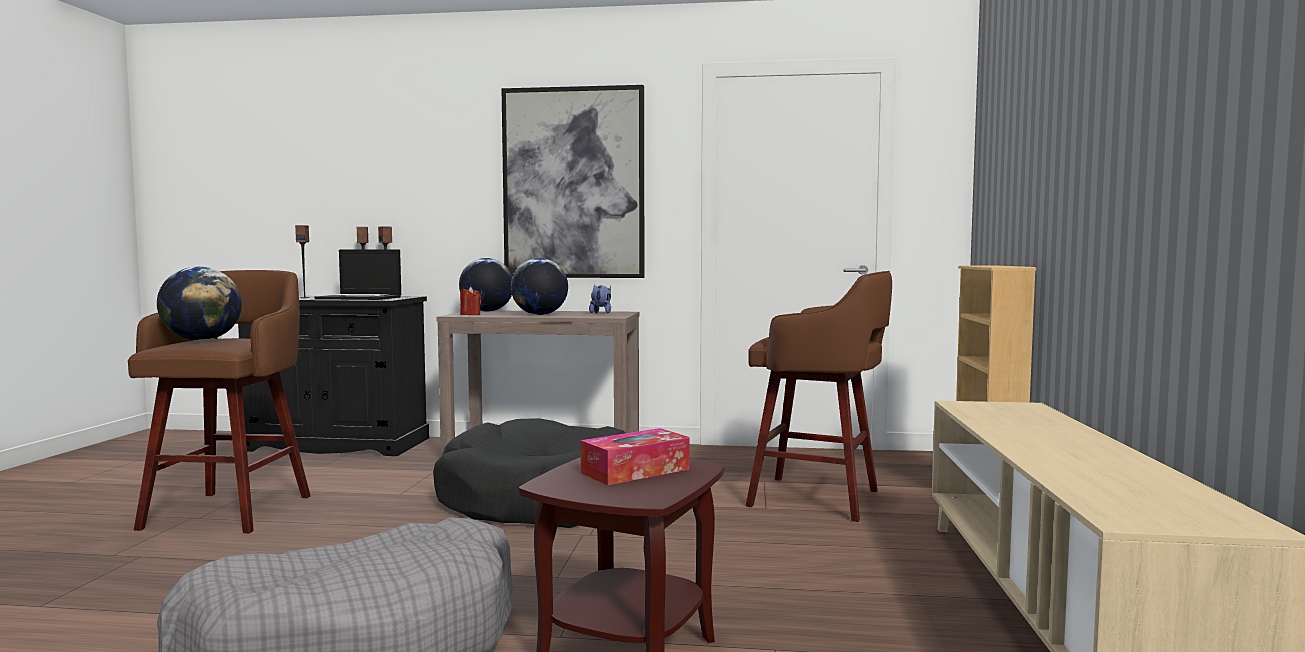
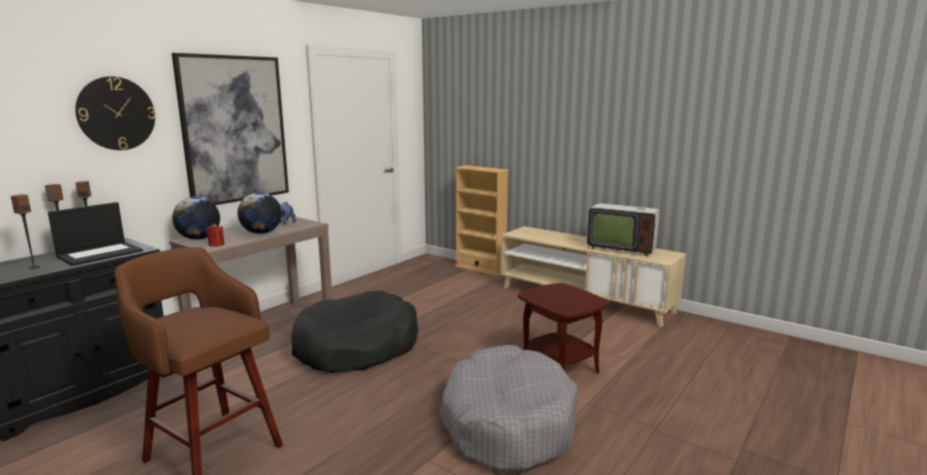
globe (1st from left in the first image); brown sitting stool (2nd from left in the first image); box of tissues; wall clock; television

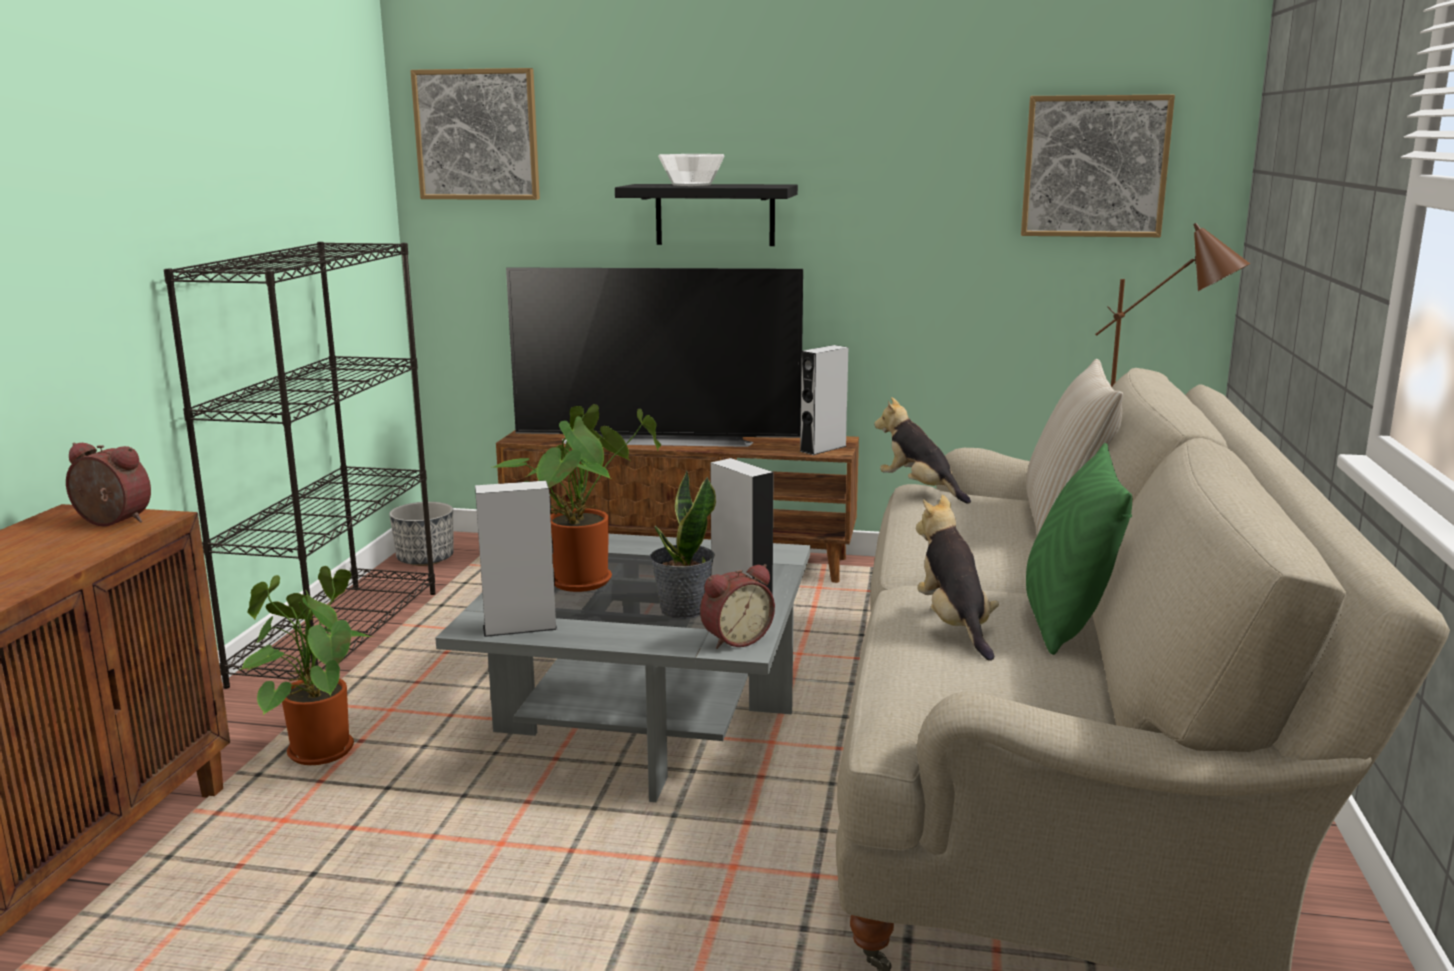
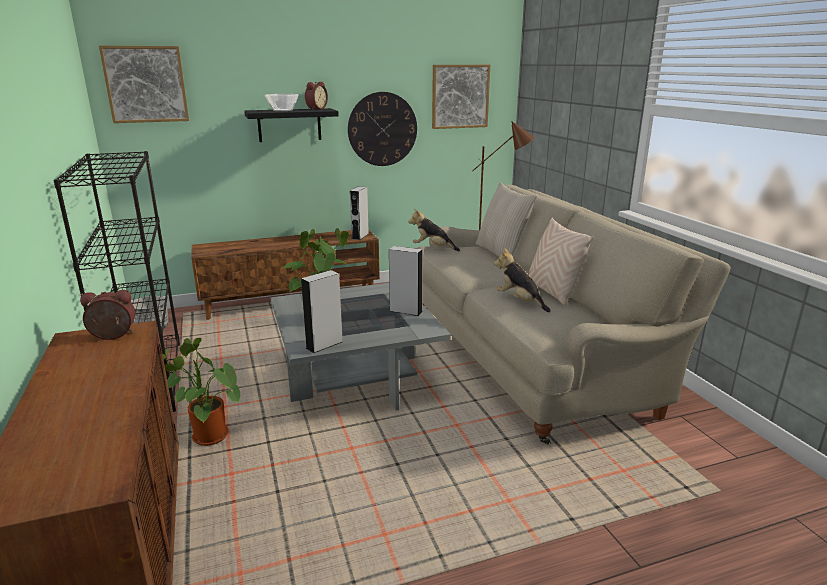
television; beige cushion (2nd from left); houseplant (3rd from left in the first image); table clock (2nd from left); wall clock

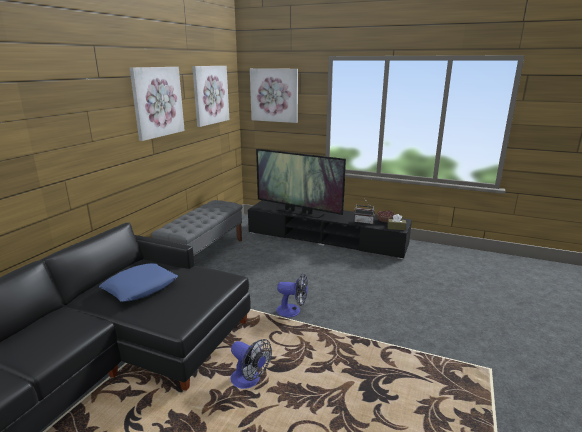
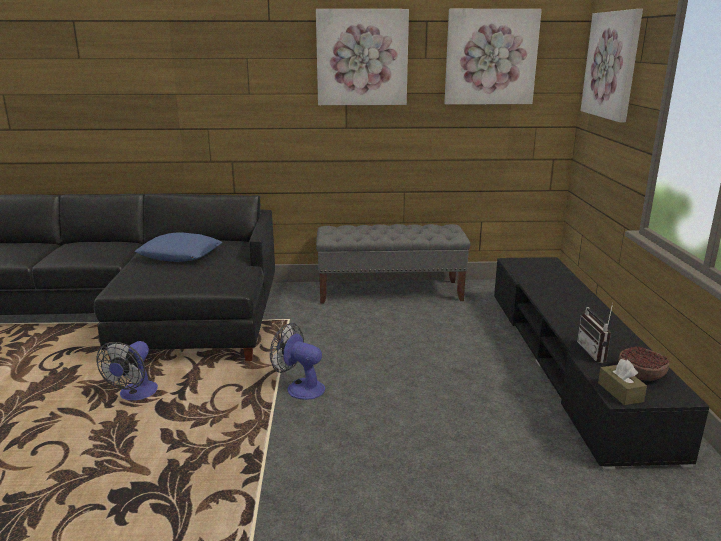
television; electric fan (2nd from left)

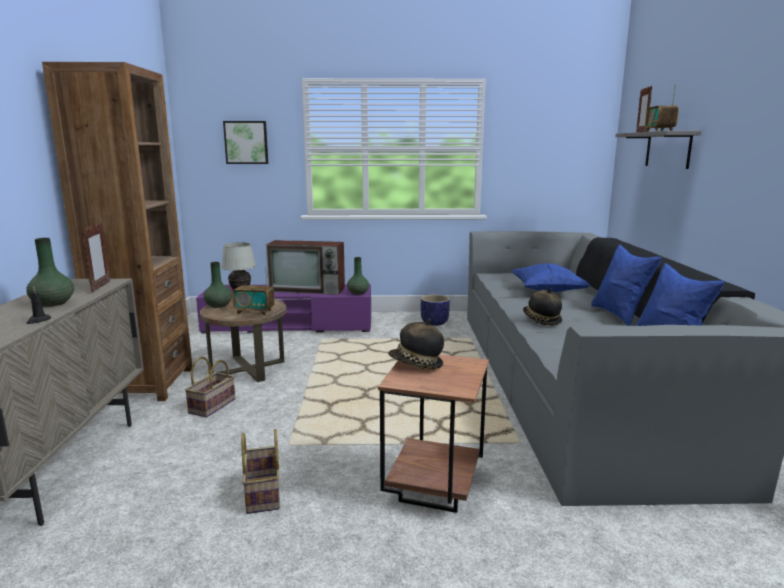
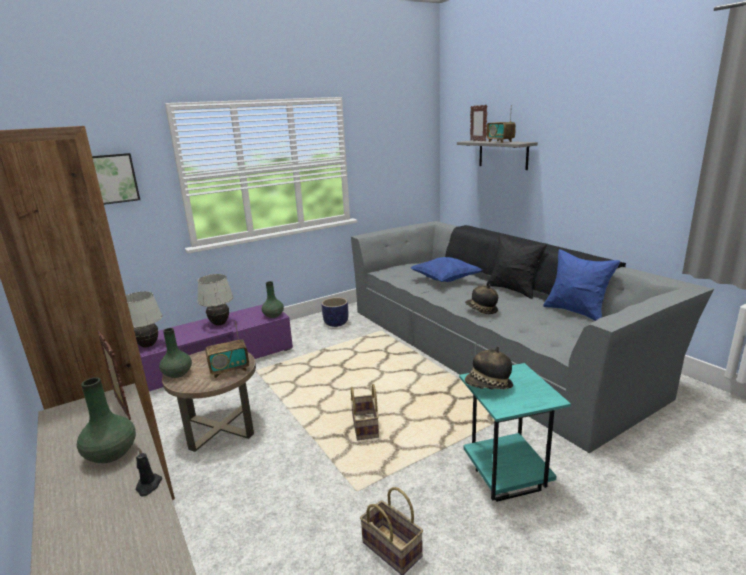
white table lamp (2nd from left); black cushion; turquoise accent table; storage basket (1st from left)

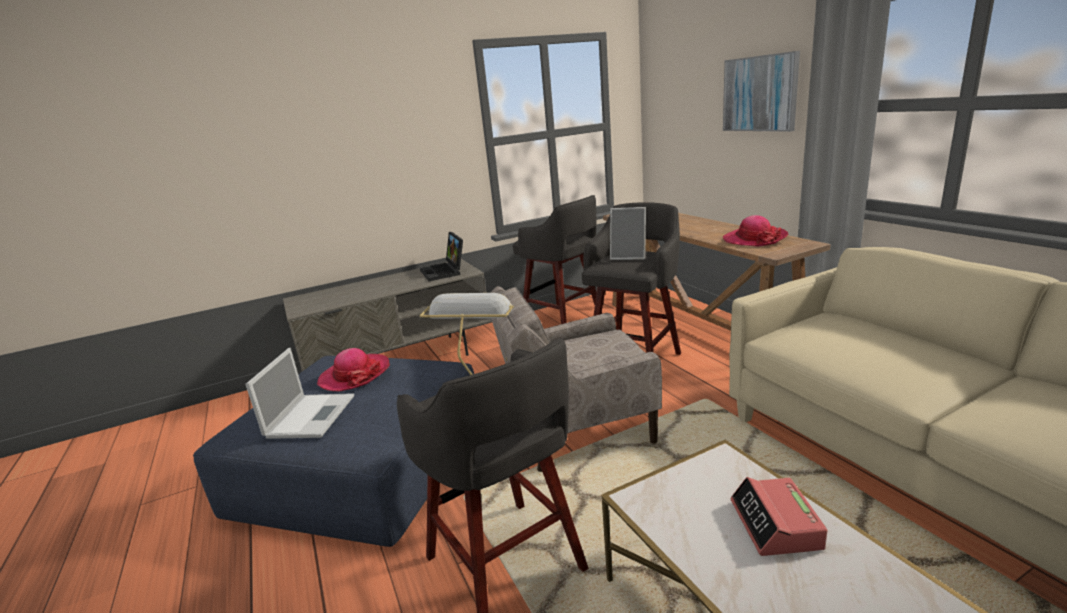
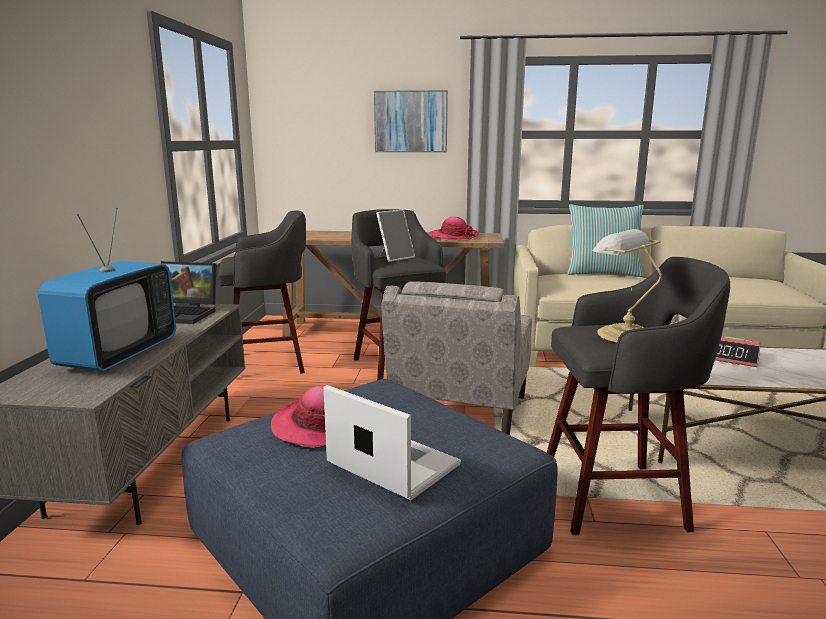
cushion; television

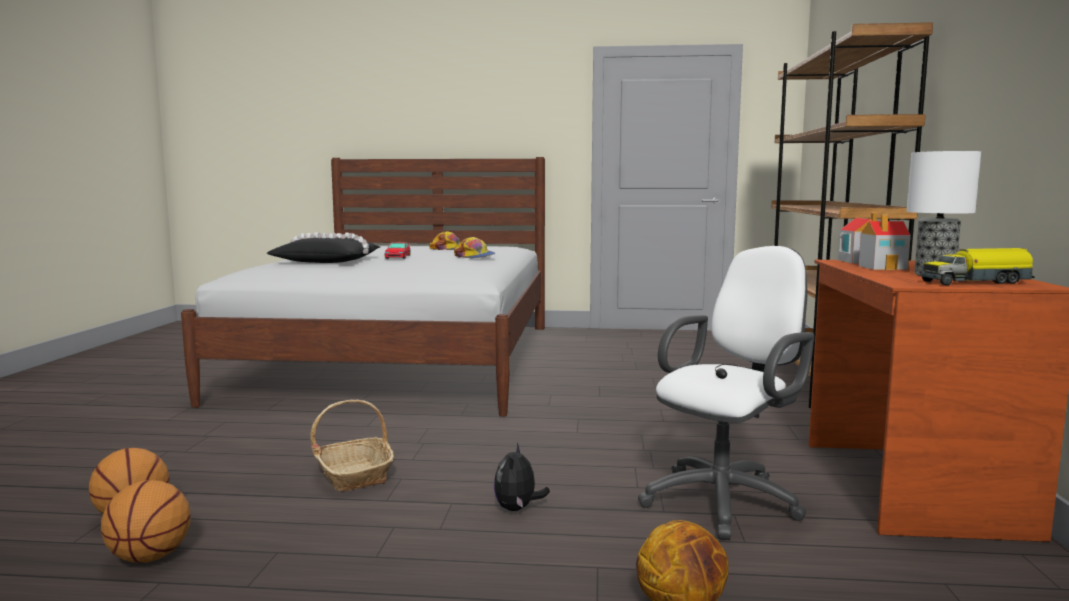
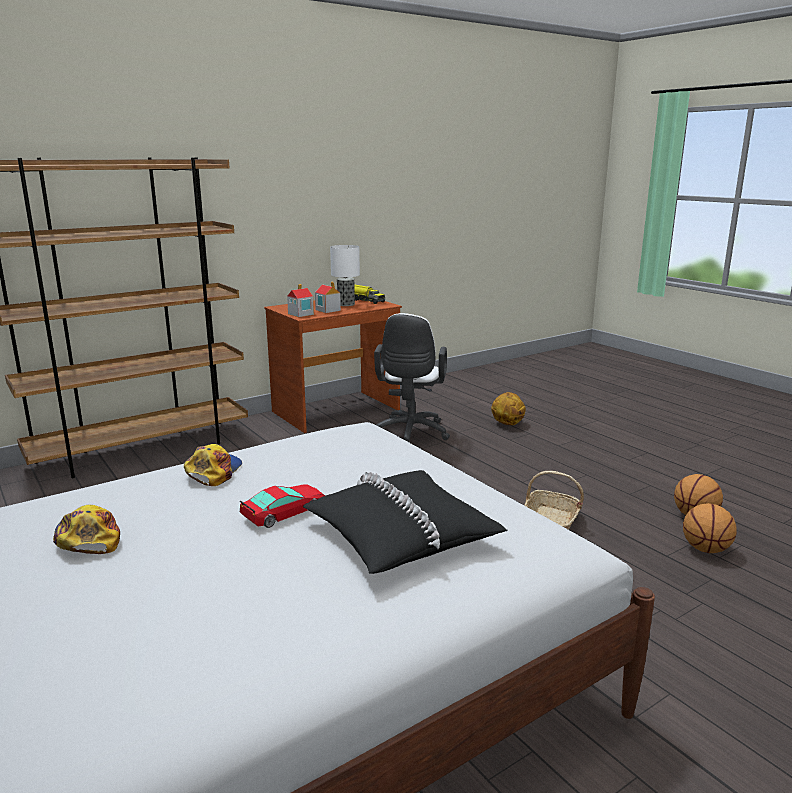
white computer chair; plush toy

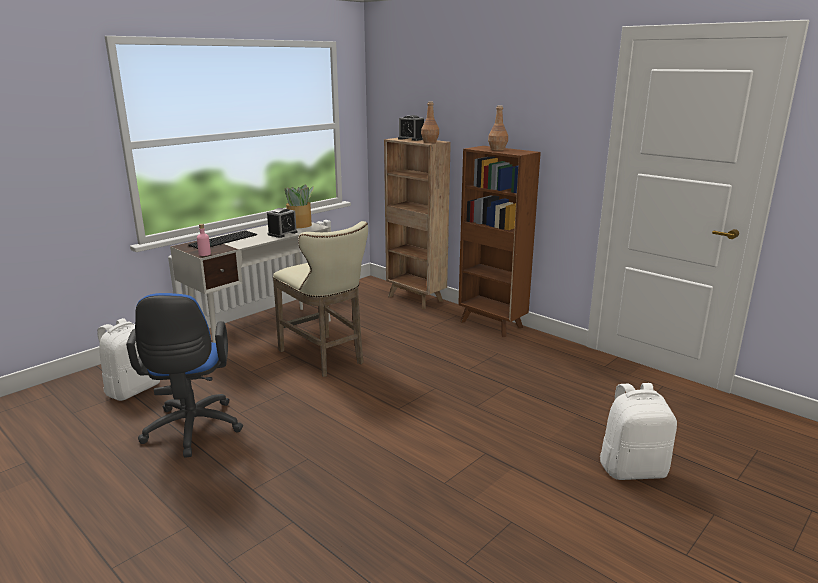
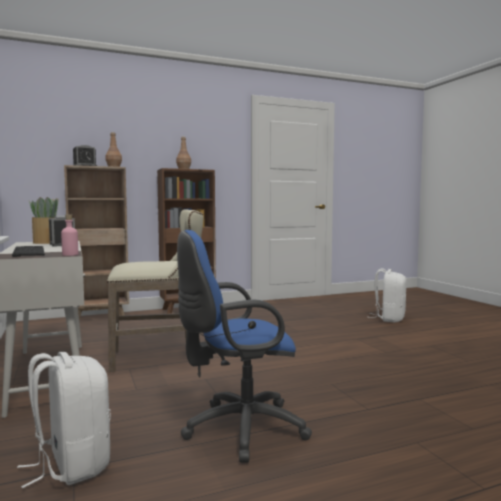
blue-coloured computer chair

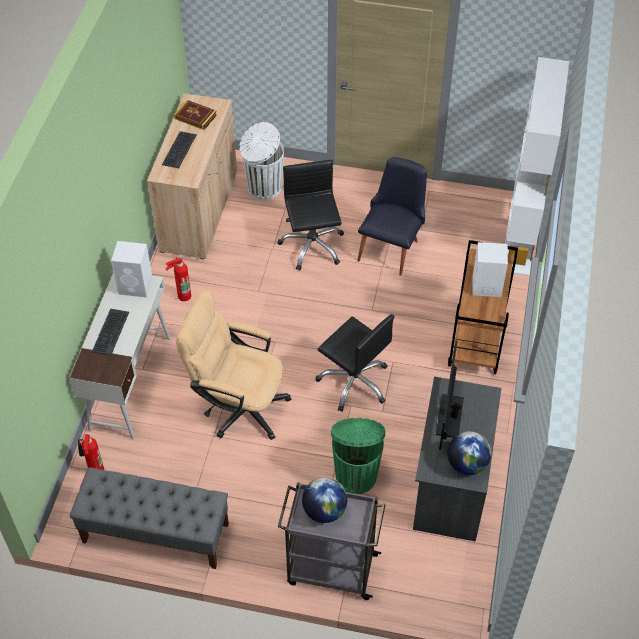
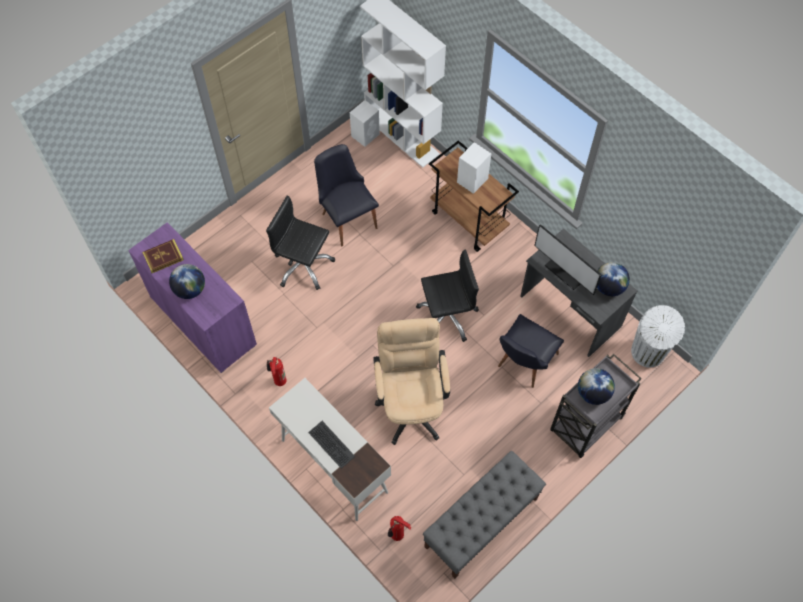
purple-coloured cupboard; white rubbish bin; globe (1st from left); white speaker (1st from left); beige computer chair; black chair (2nd from left)

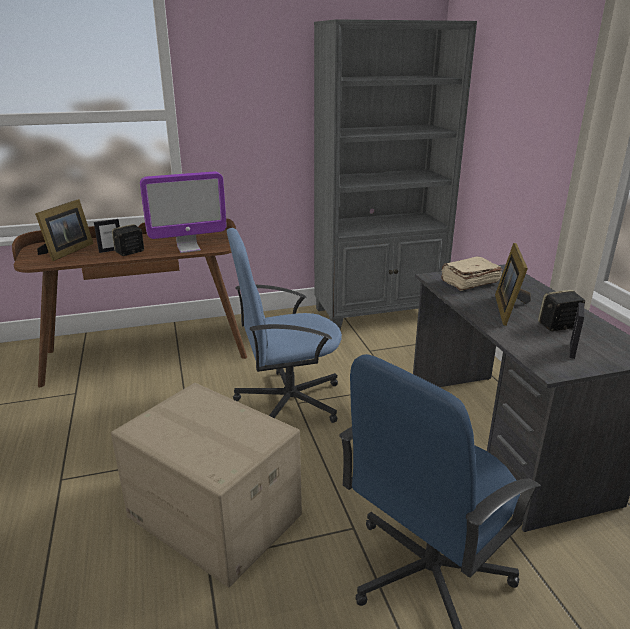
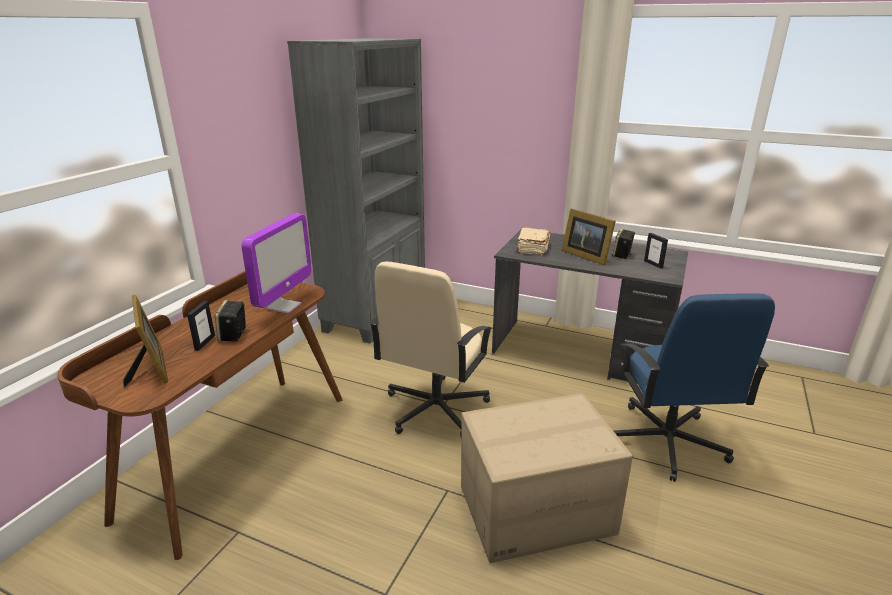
beige computer chair

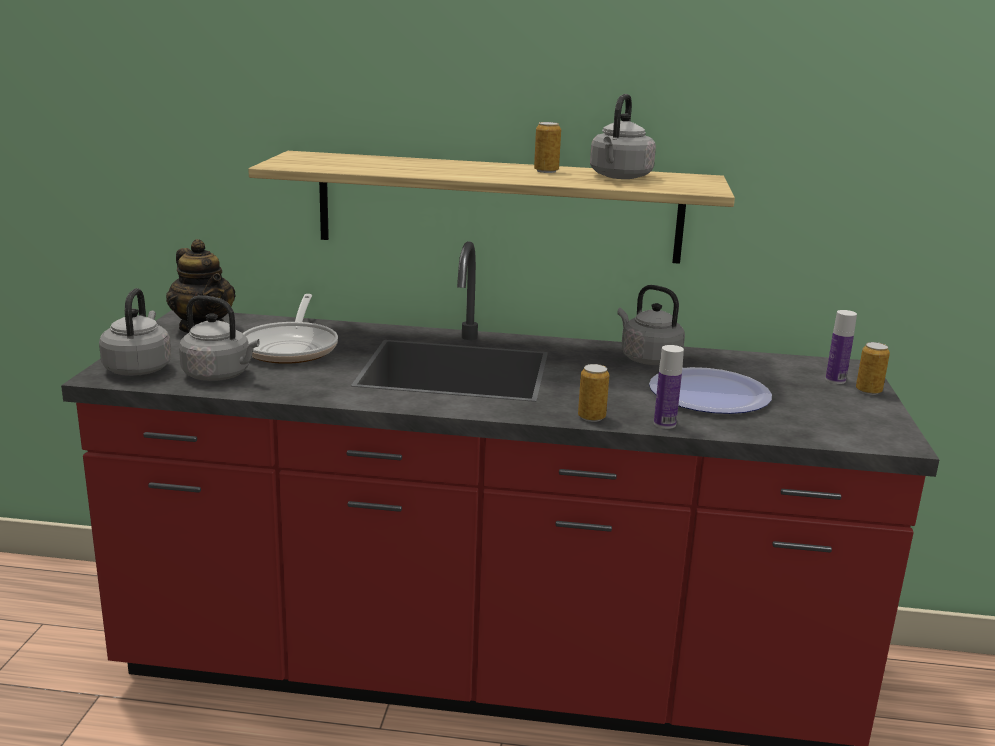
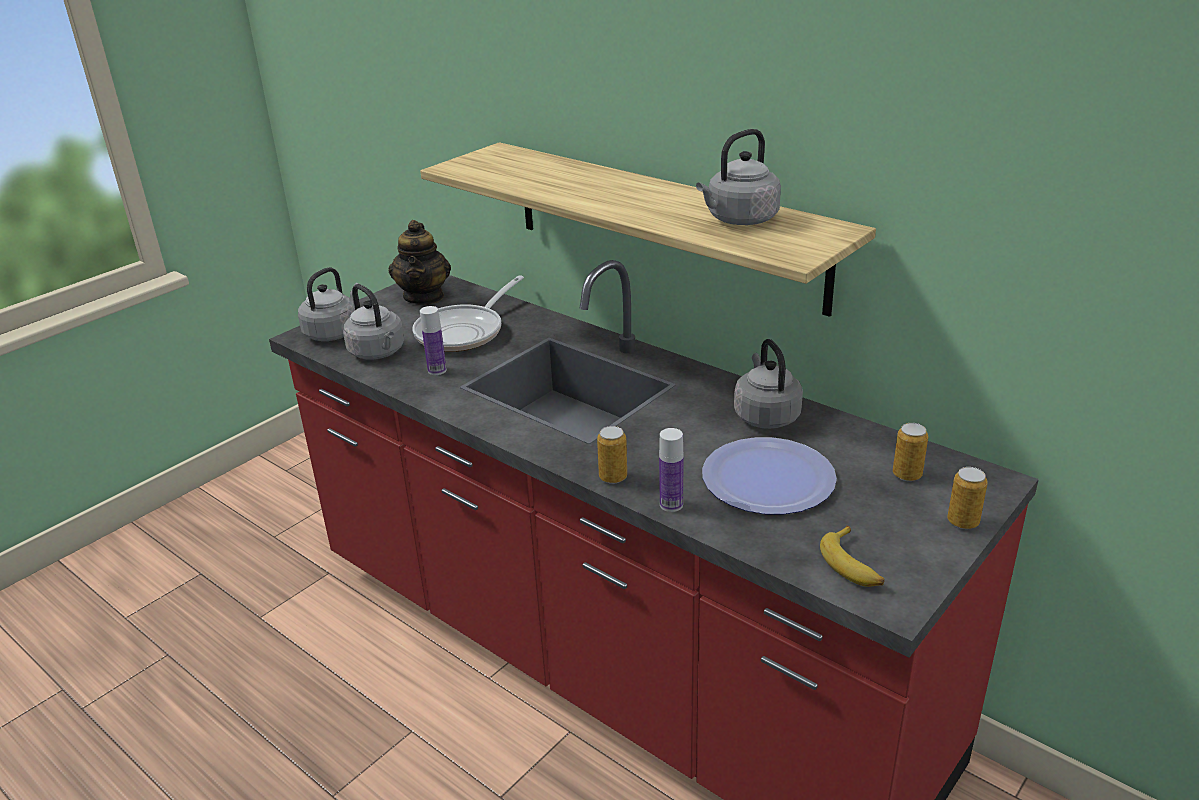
metal can (2nd from left); drink bottle (1st from left); banana fruit

